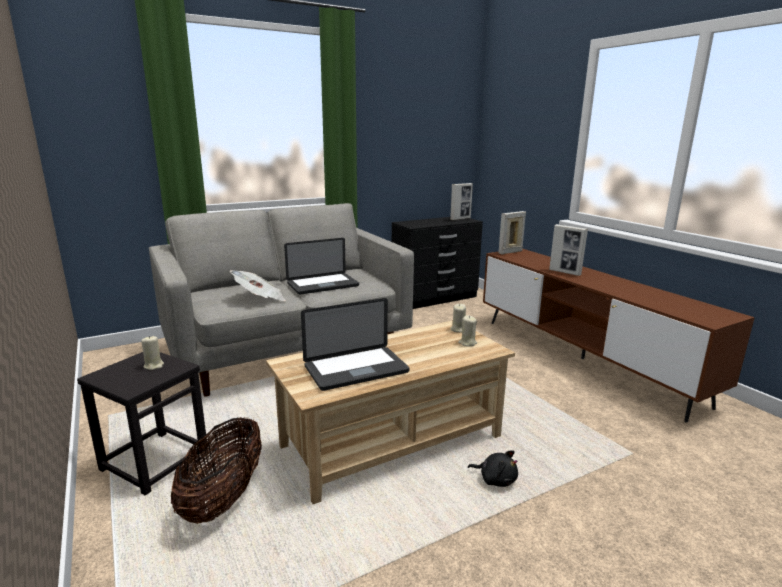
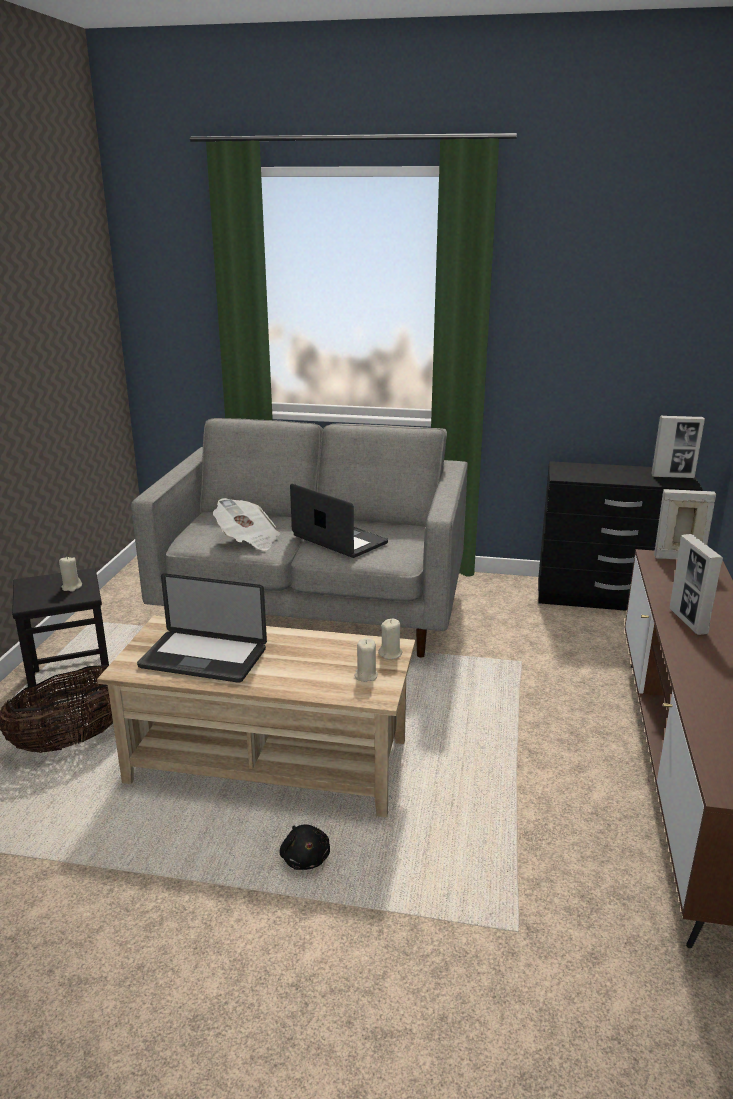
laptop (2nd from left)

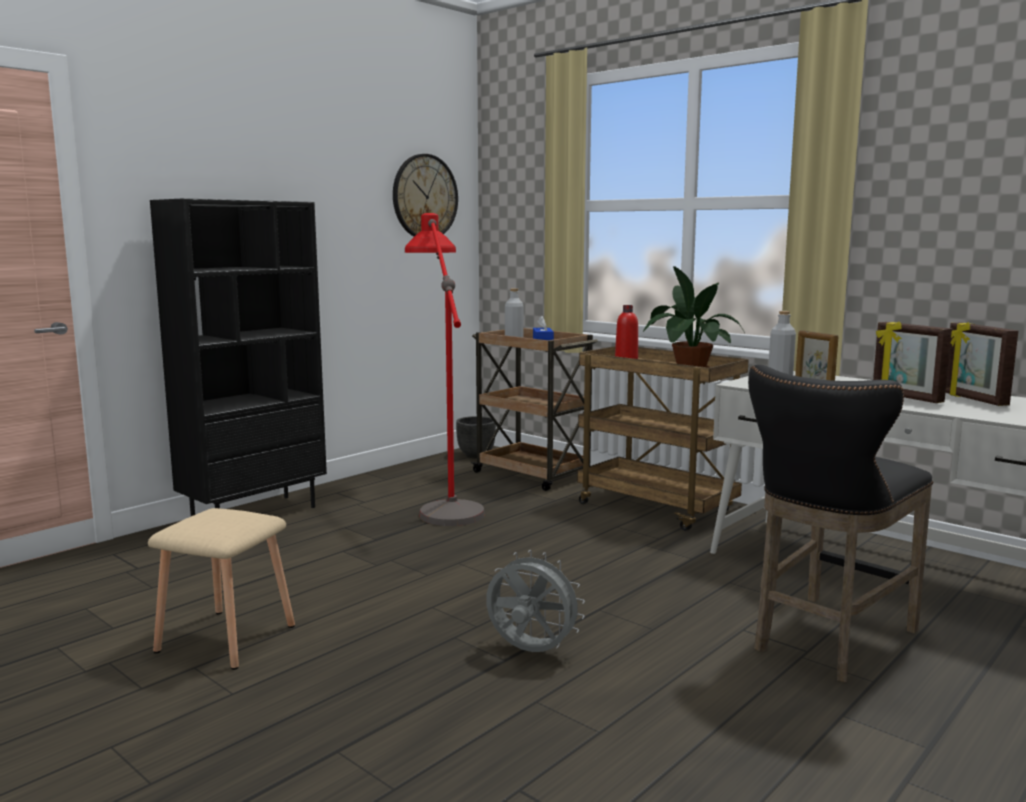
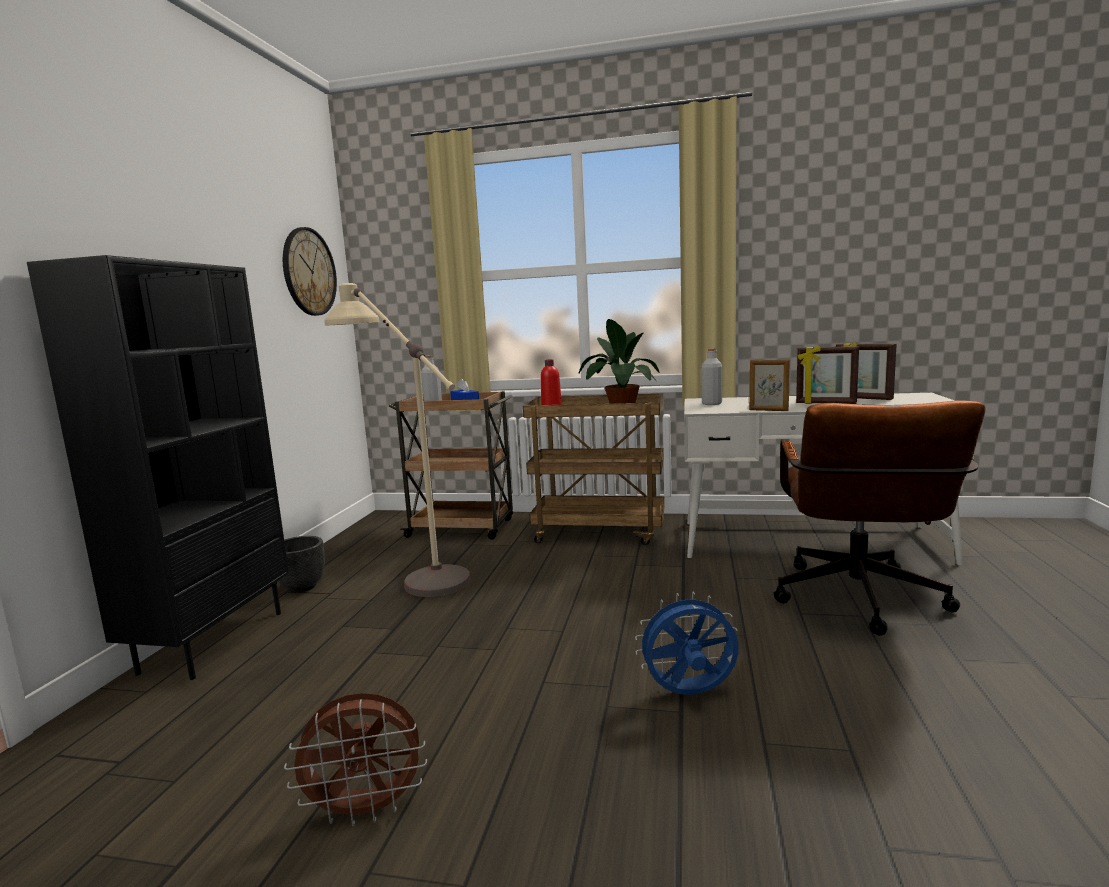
beige standing lamp; brown computer chair; black flower pot; brown electric fan; blue-coloured electric fan

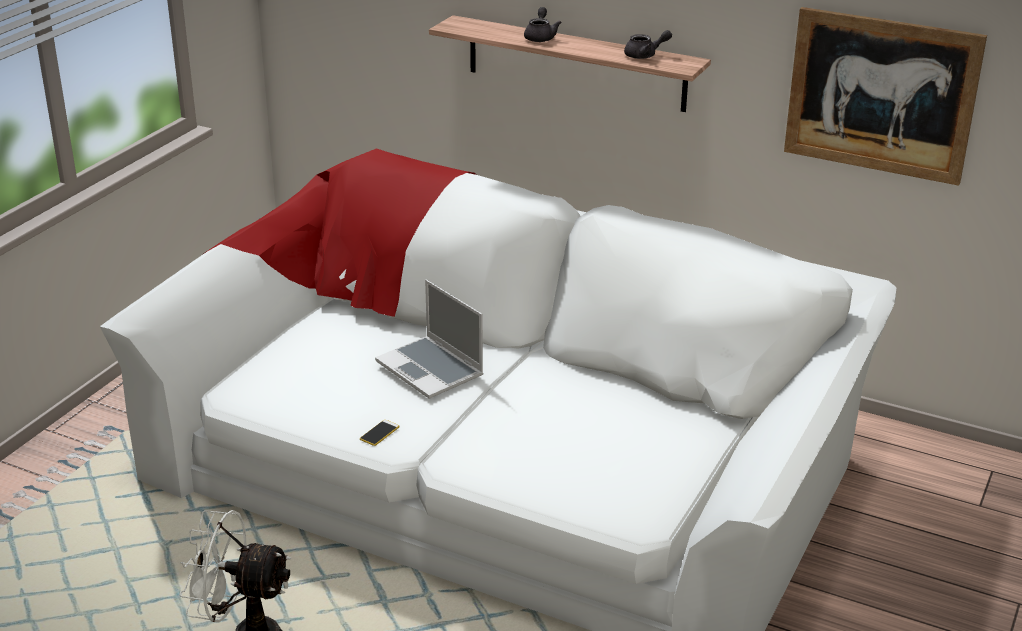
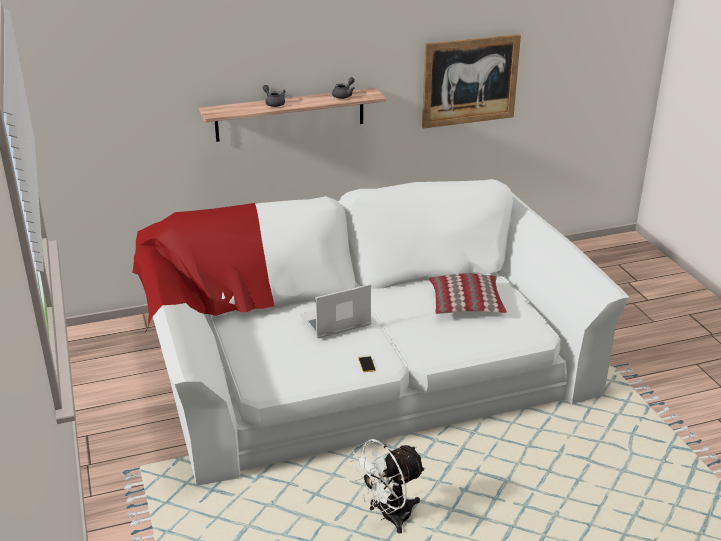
laptop; cushion

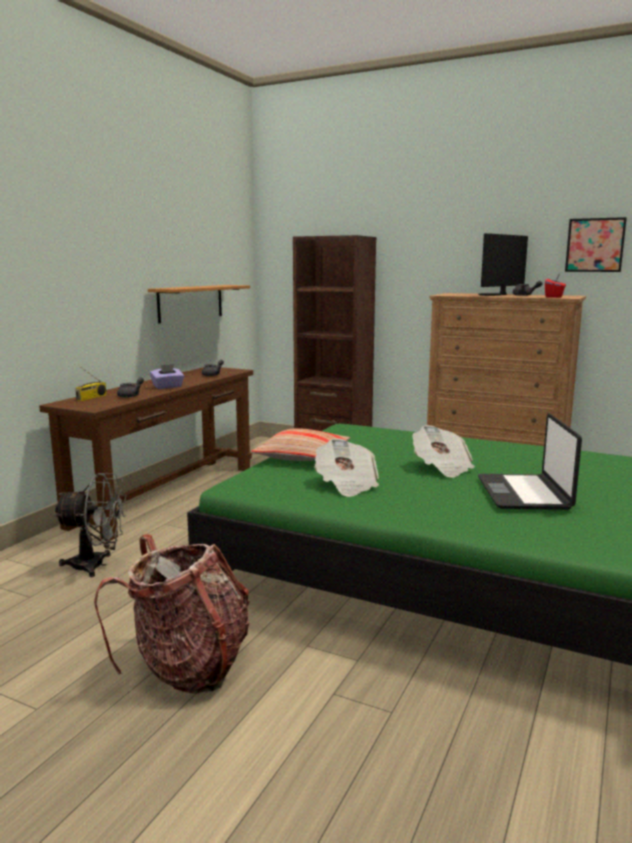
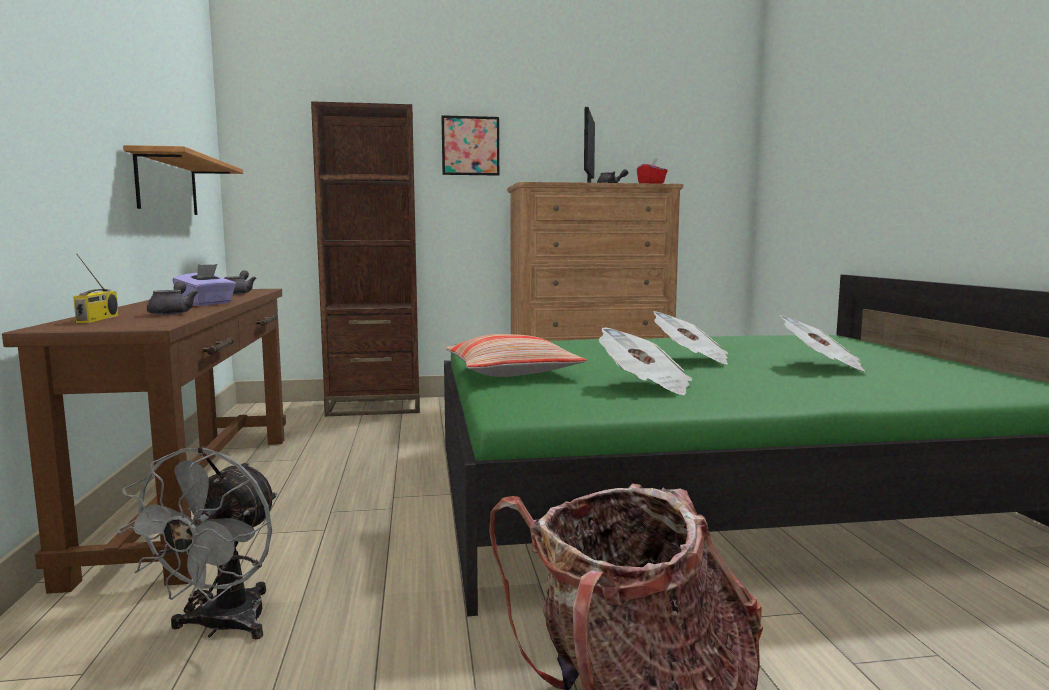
wall picture; daily paper (3rd from left); gray electric fan

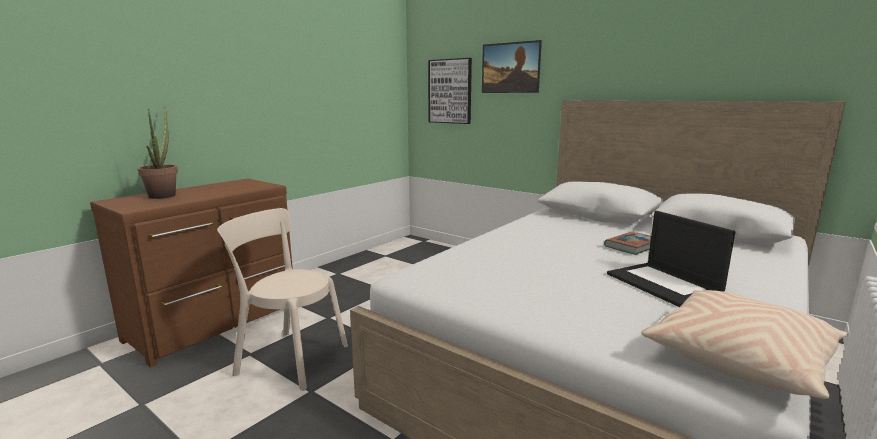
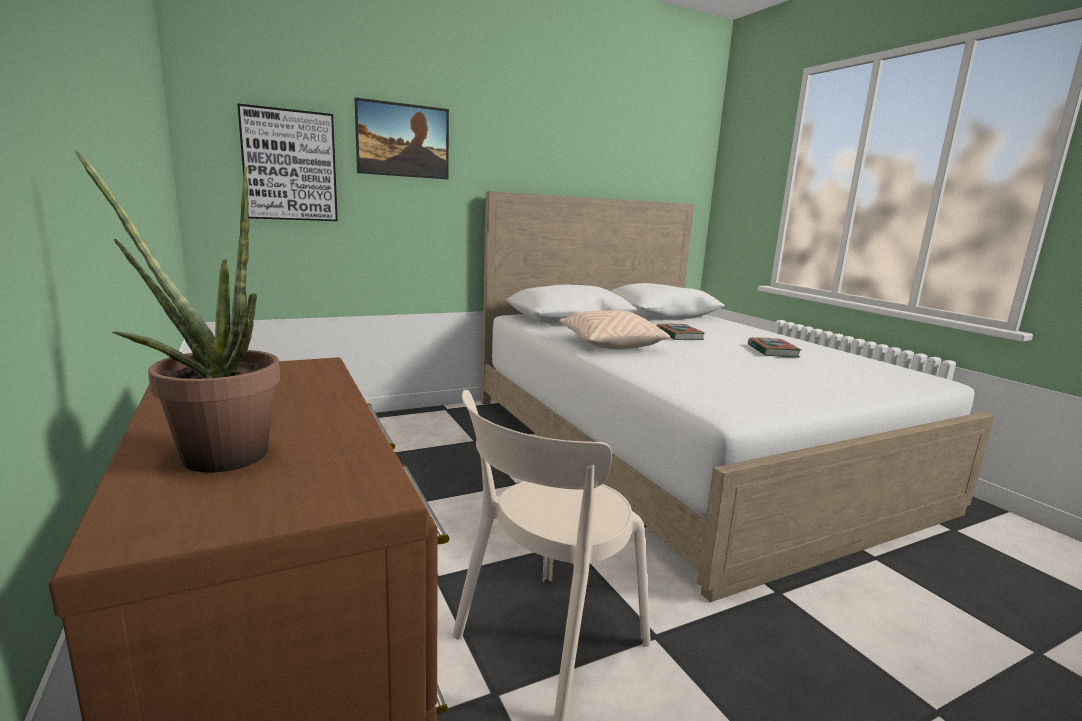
book (2nd from left); beige cushion

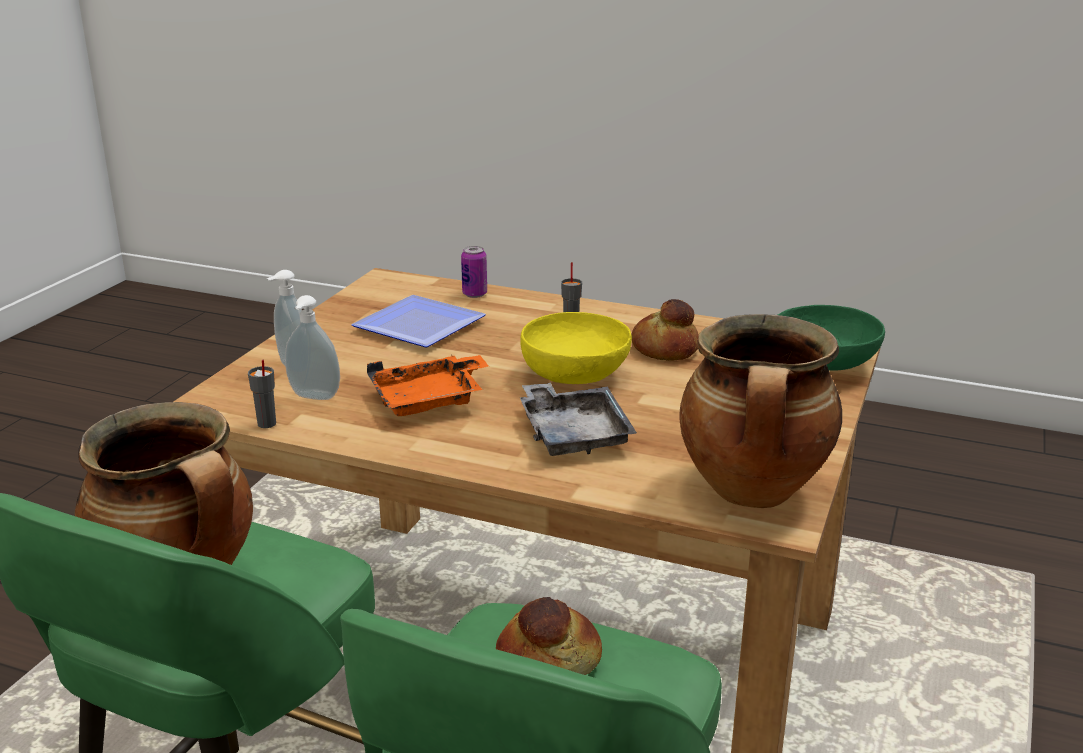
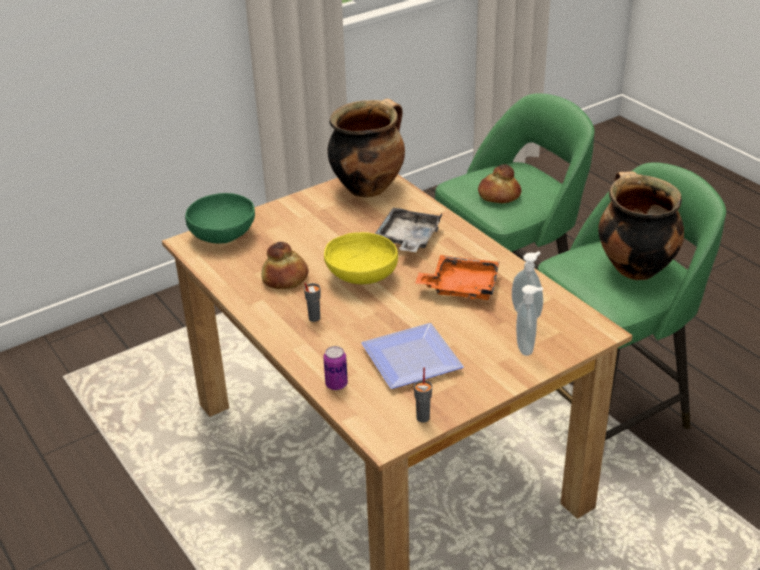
gray small cup (2nd from left)

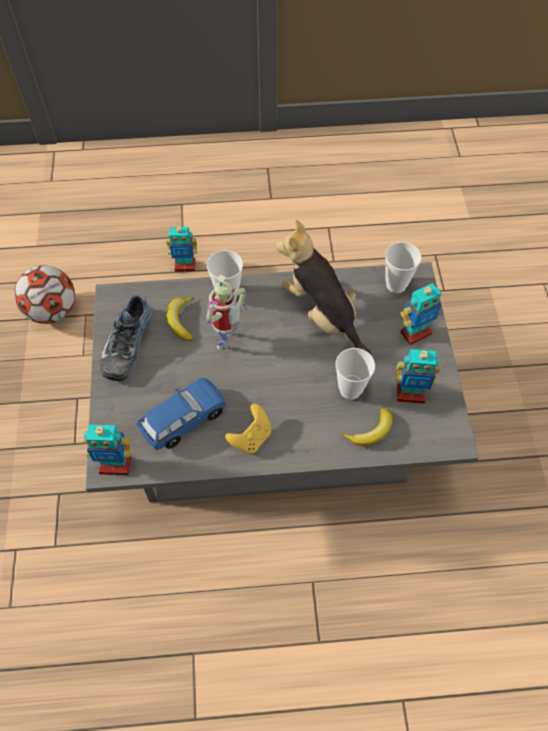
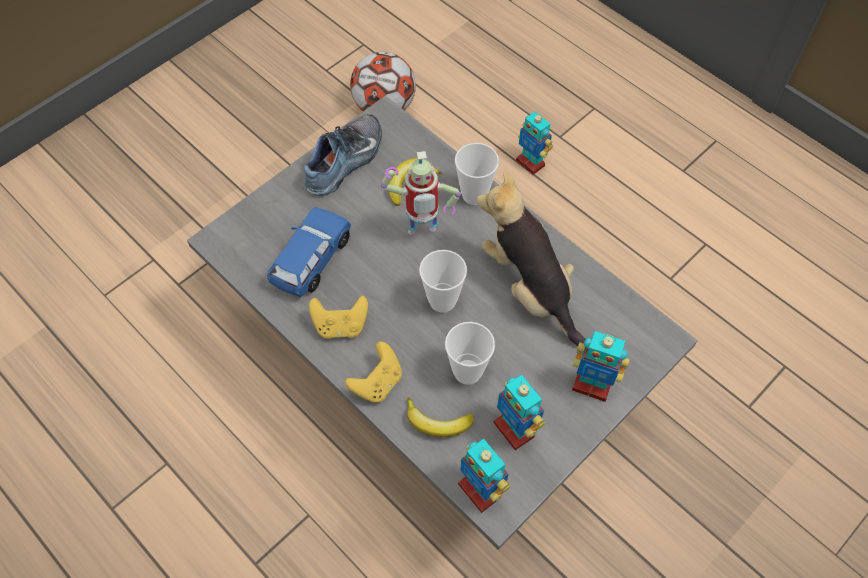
plush toy; small cup (1st from left); shoe; blue-coloured model car; model robot (2nd from left); yellow-coloured joypad (2nd from left)

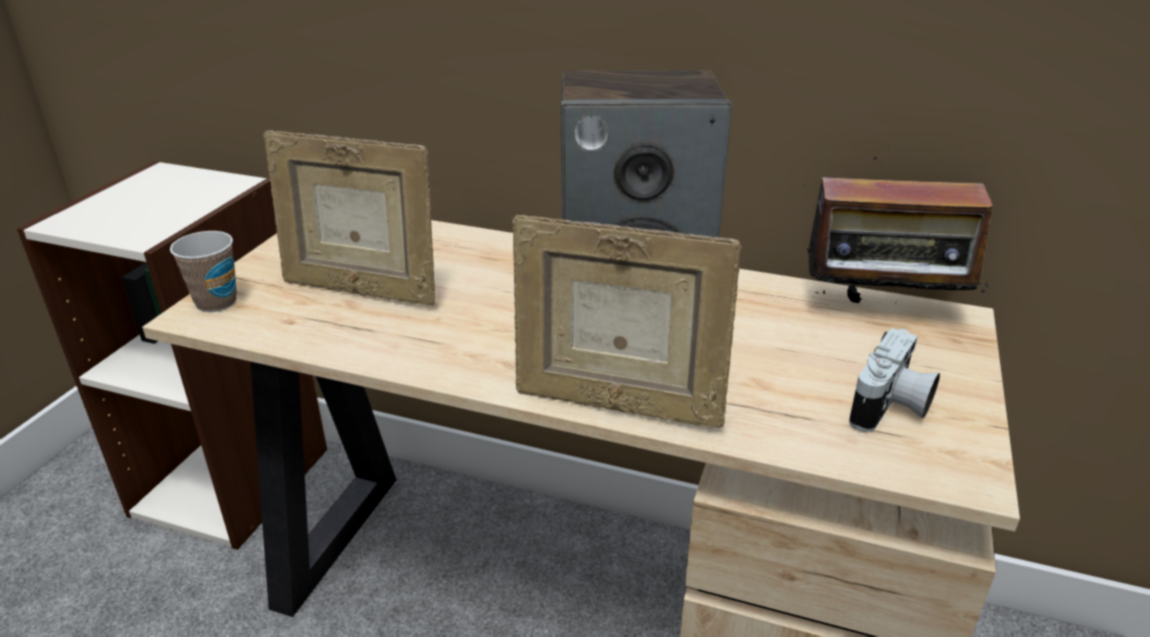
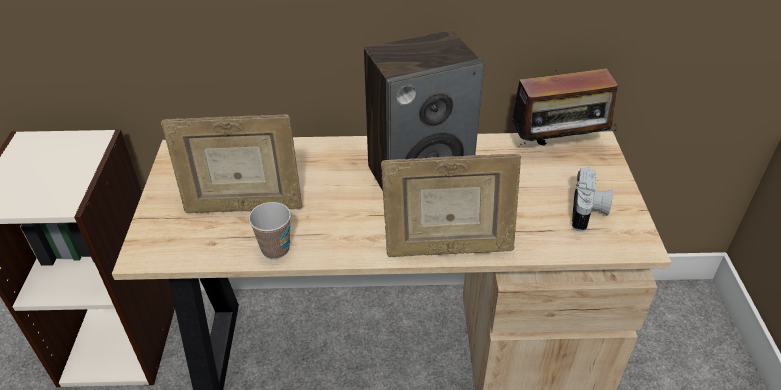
small cup

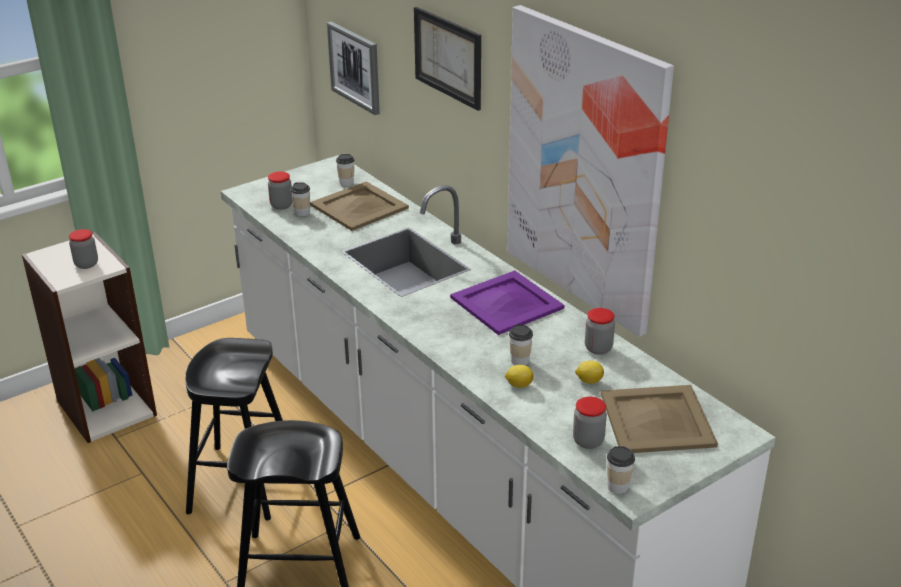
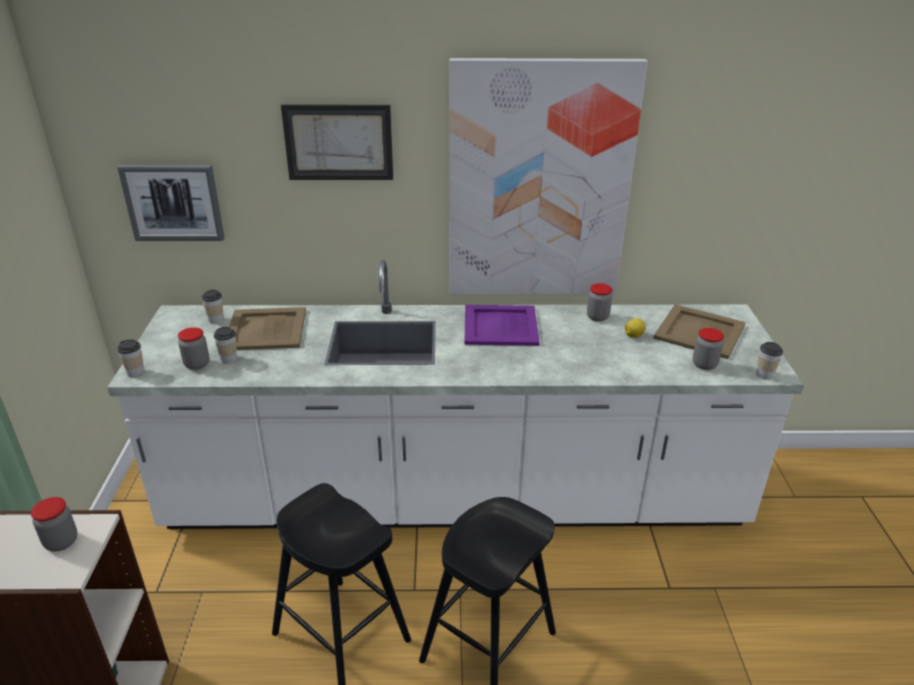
small cup (1st from left); whole lemon (1st from left in the first image)

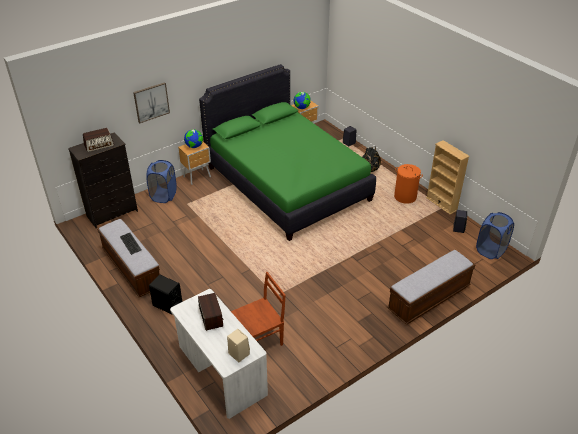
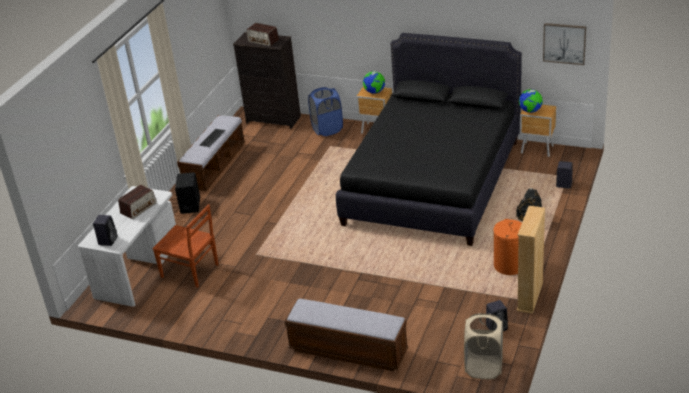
black sleeping bed; wall picture; beige hamper; black speaker (1st from left)

